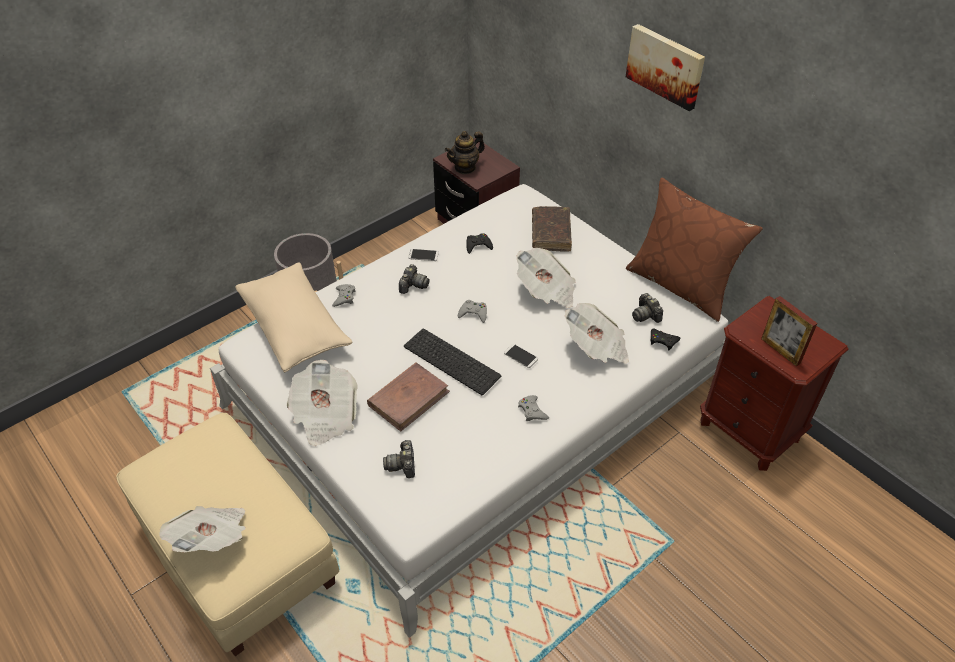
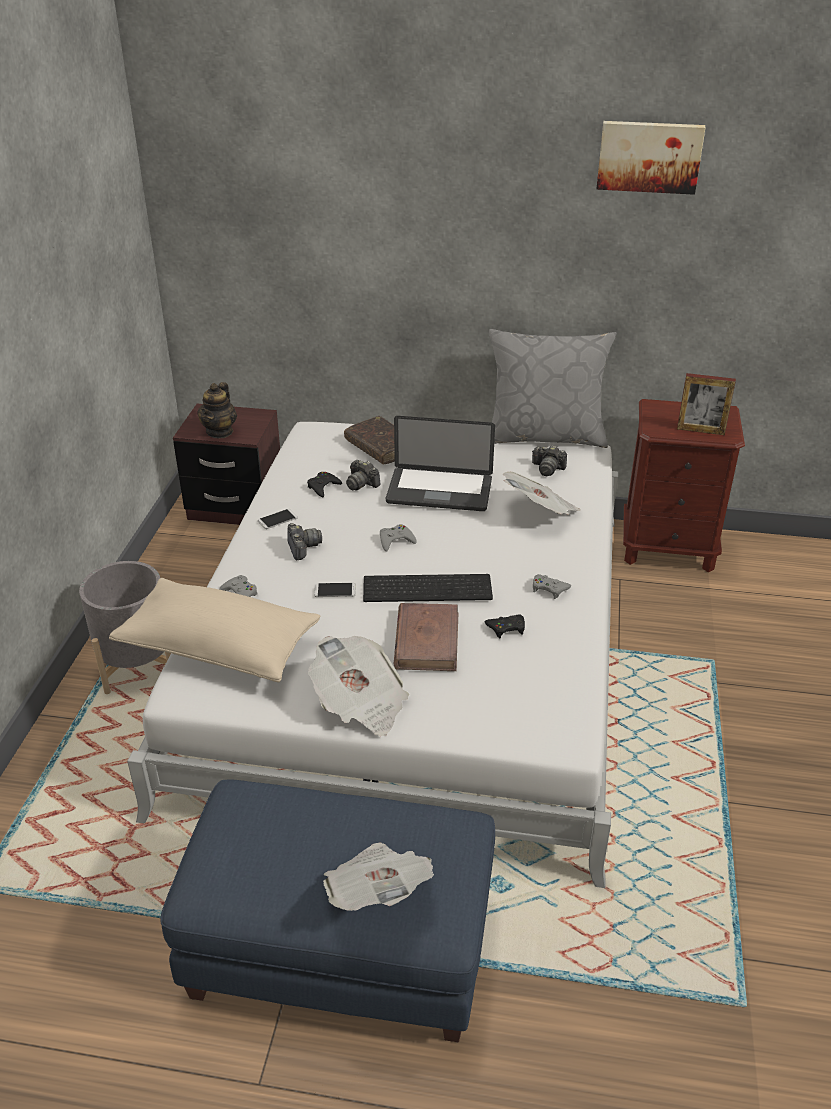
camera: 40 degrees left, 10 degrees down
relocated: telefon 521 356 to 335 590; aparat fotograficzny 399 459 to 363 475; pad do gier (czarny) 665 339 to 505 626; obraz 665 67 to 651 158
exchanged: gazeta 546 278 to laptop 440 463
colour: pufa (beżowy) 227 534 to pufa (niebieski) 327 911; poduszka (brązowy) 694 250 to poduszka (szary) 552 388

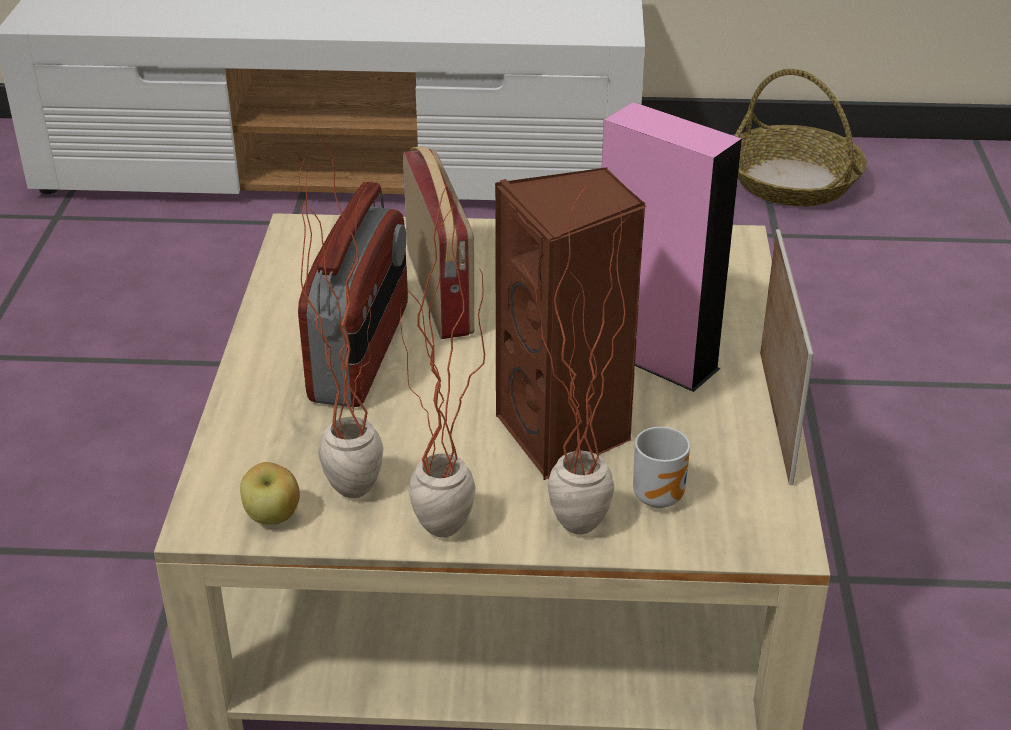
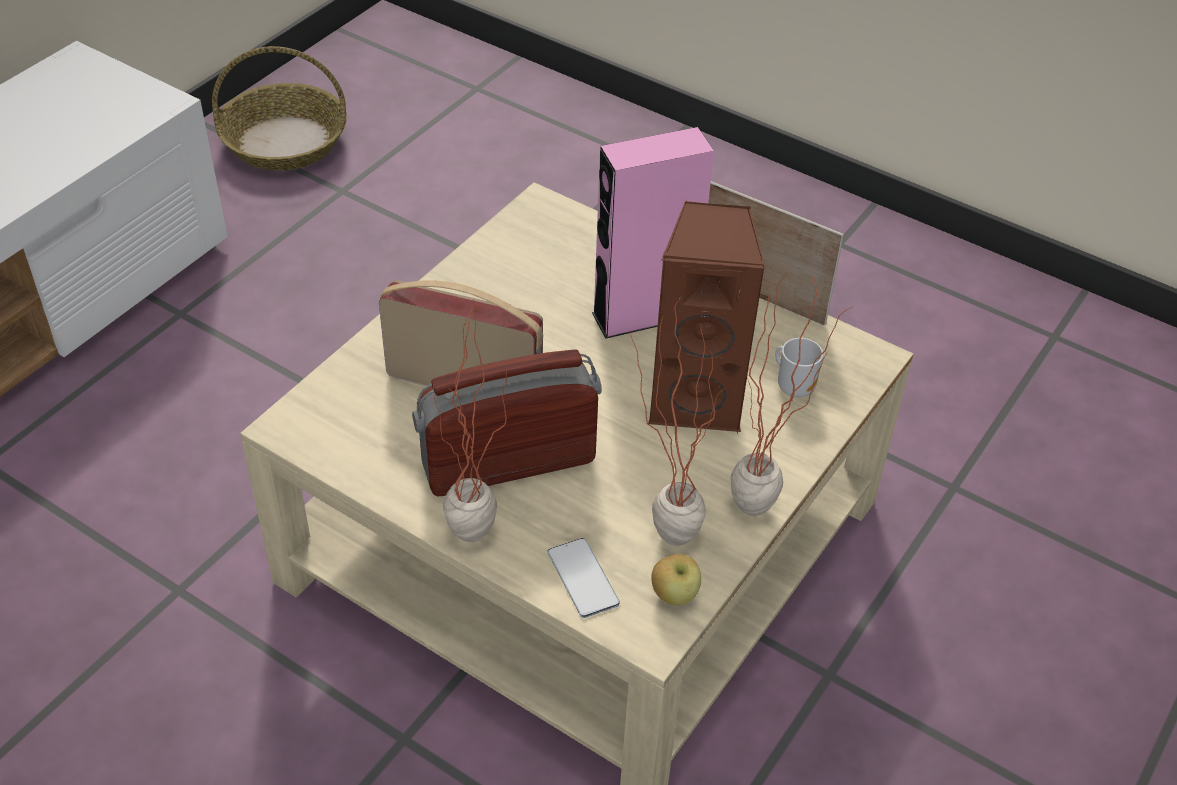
camera: 60 degrees left, 10 degrees up
appeared: telefon 584 578
relocated: roślina doniczkowa 576 359 to 470 421
spun: radio 353 294 = 507 422 60 degrees counterclockwise

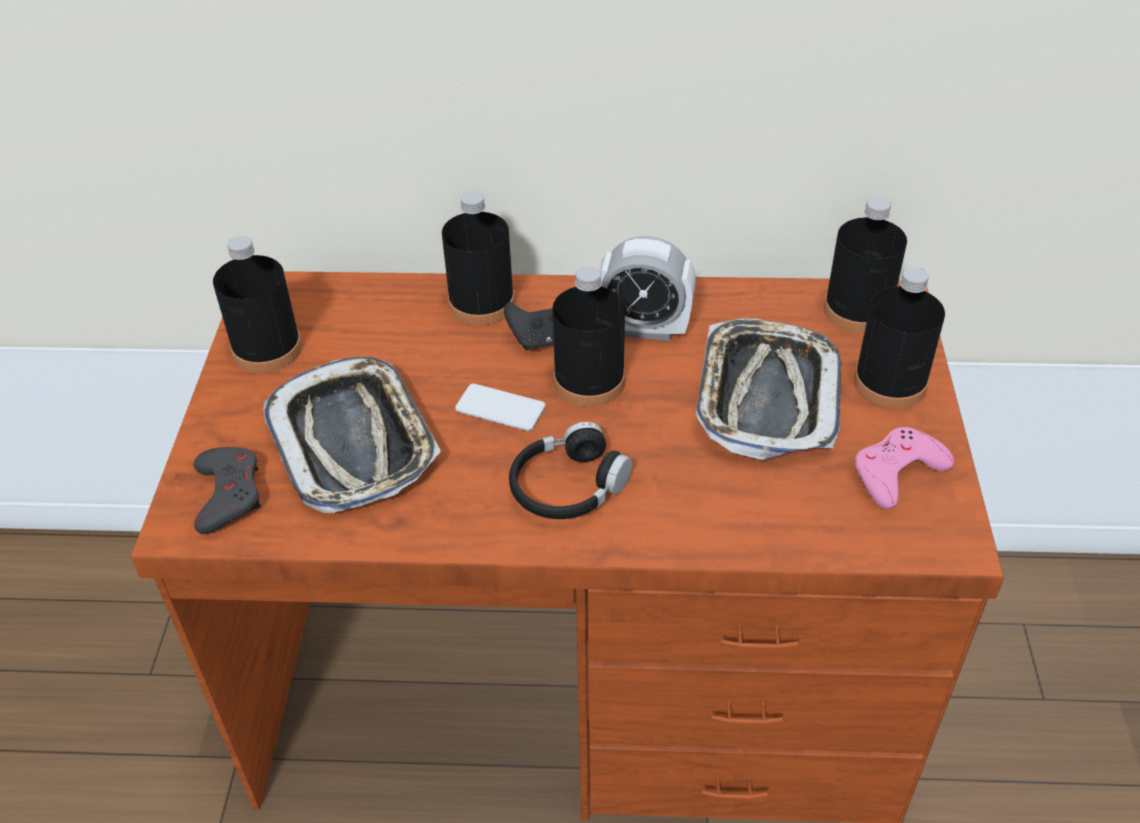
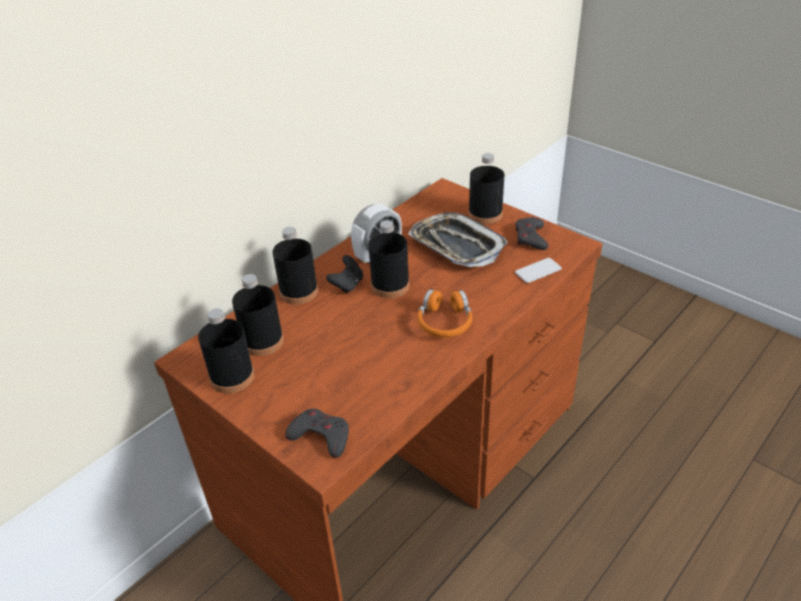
camera: 50 degrees left, 5 degrees down
missing: taca 352 435
relocated: butelka (czarny) 865 265 to 258 315; telefon 500 407 to 538 270
colour: słuchawki (czarny) 570 470 to słuchawki (pomarańczowy) 444 313; pad do gier (różowy) 904 468 to pad do gier (szary) 532 233

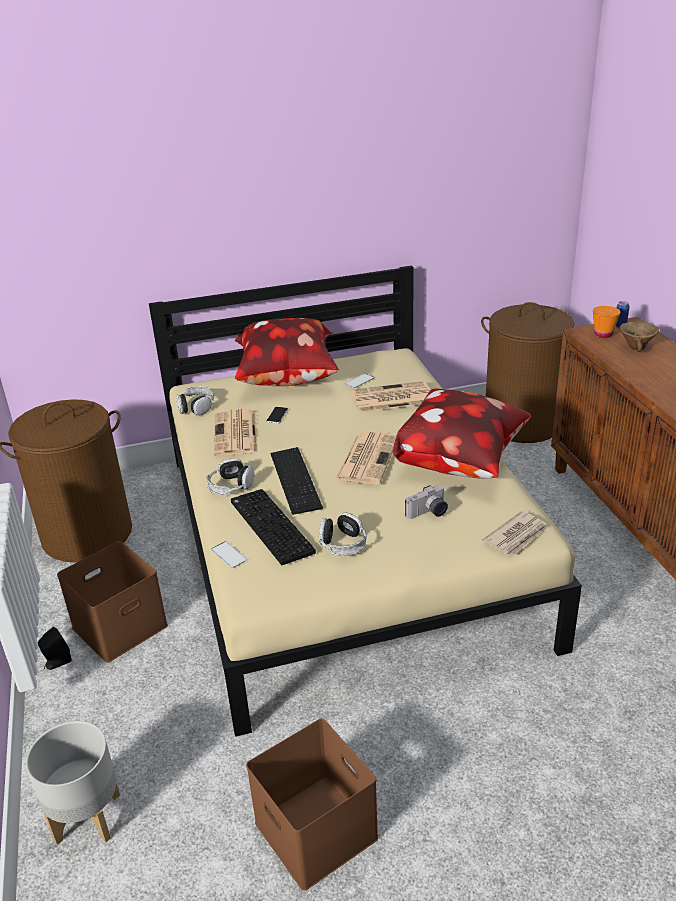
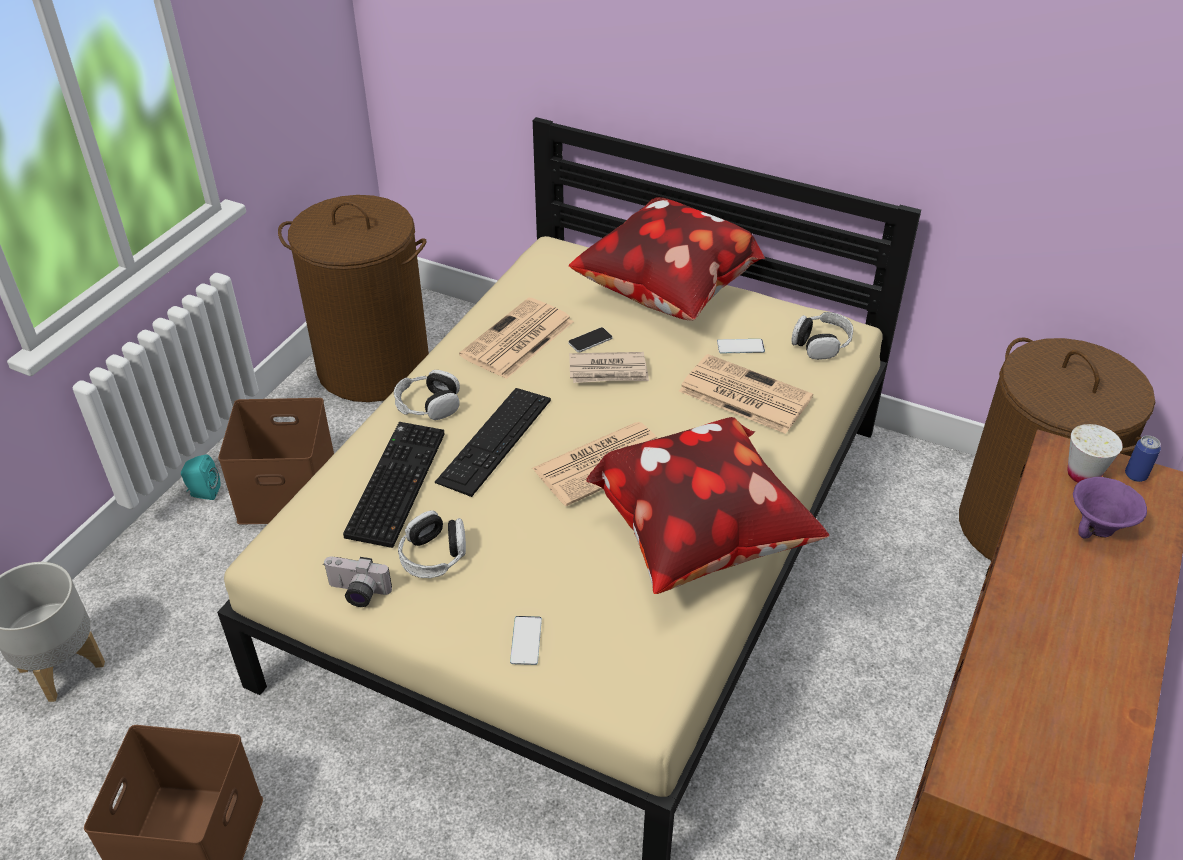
camera: 40 degrees right, 10 degrees up
relocated: aparat fotograficzny 426 502 to 358 582; telefon 229 554 to 526 640; gazeta 515 533 to 609 367; słuchawki 195 401 to 822 336
colour: głośnik (czarny) 55 648 to głośnik (turkusowy) 200 477; filiżanka (pomarańczowy) 606 322 to filiżanka (biały) 1095 453; miska (brązowy) 639 337 to miska (fioletowy) 1110 508

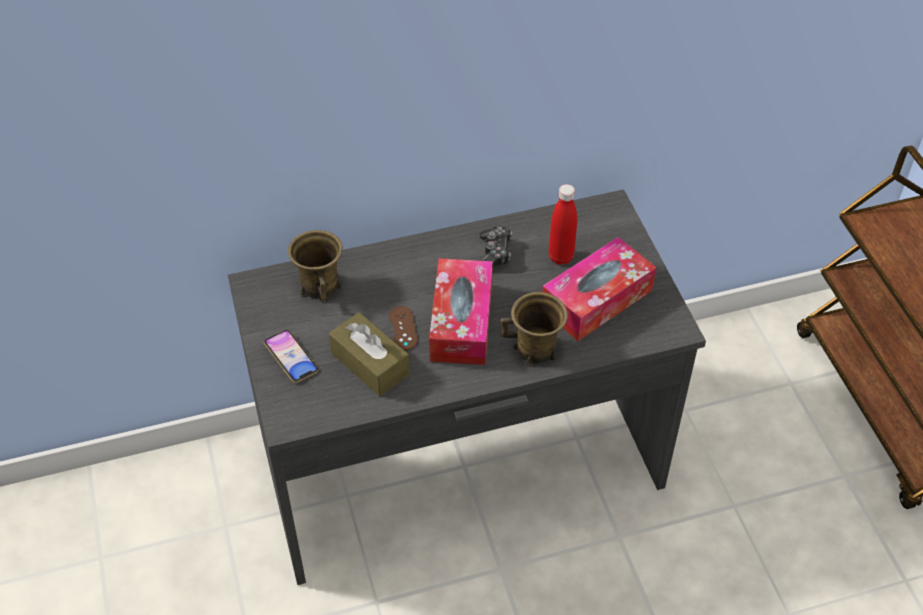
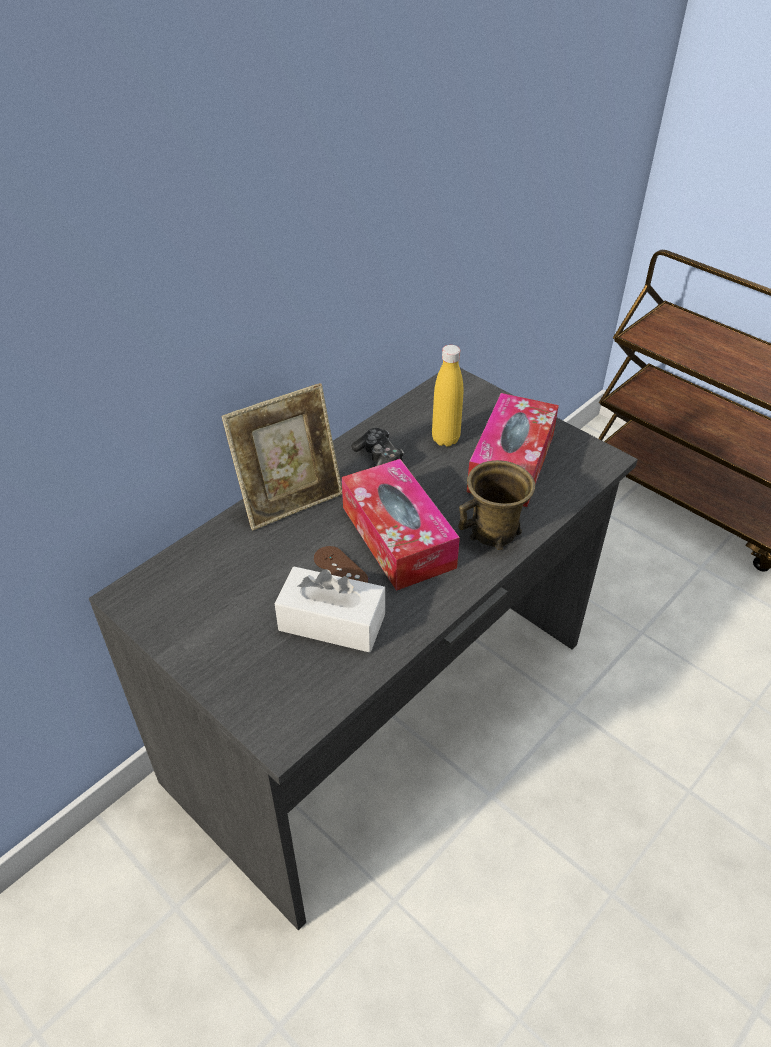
camera: 30 degrees left, 5 degrees down
missing: telefon 291 356; kubek (brązowy) 315 266
appeared: ramka na zdjęcie 281 456
colour: pudełko chusteczek (brązowy) 369 354 to pudełko chusteczek (biały) 330 609; butelka (czerwony) 563 224 to butelka (żółty) 447 396

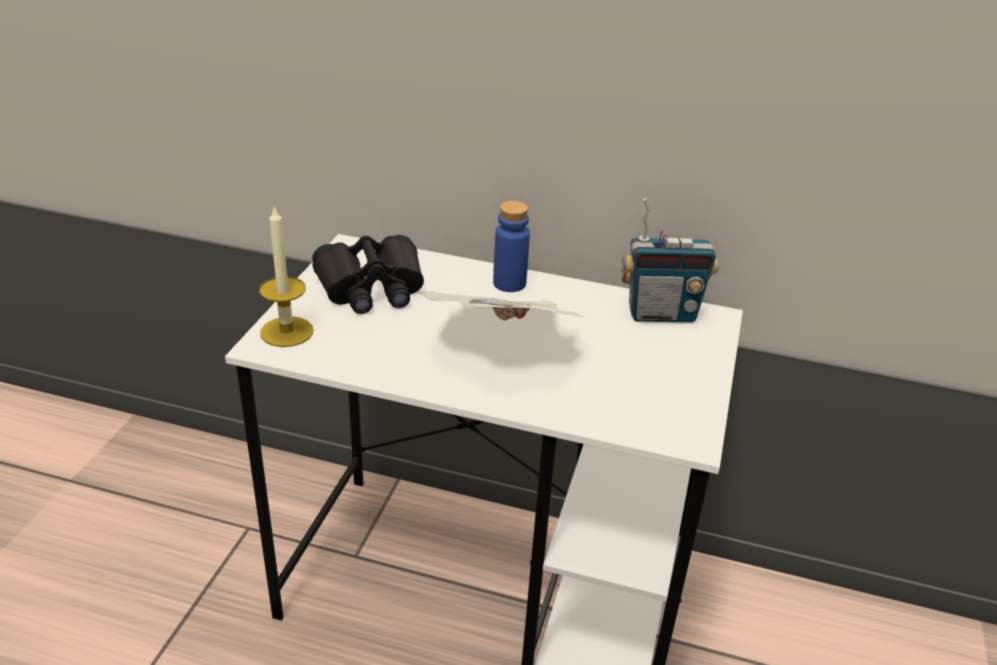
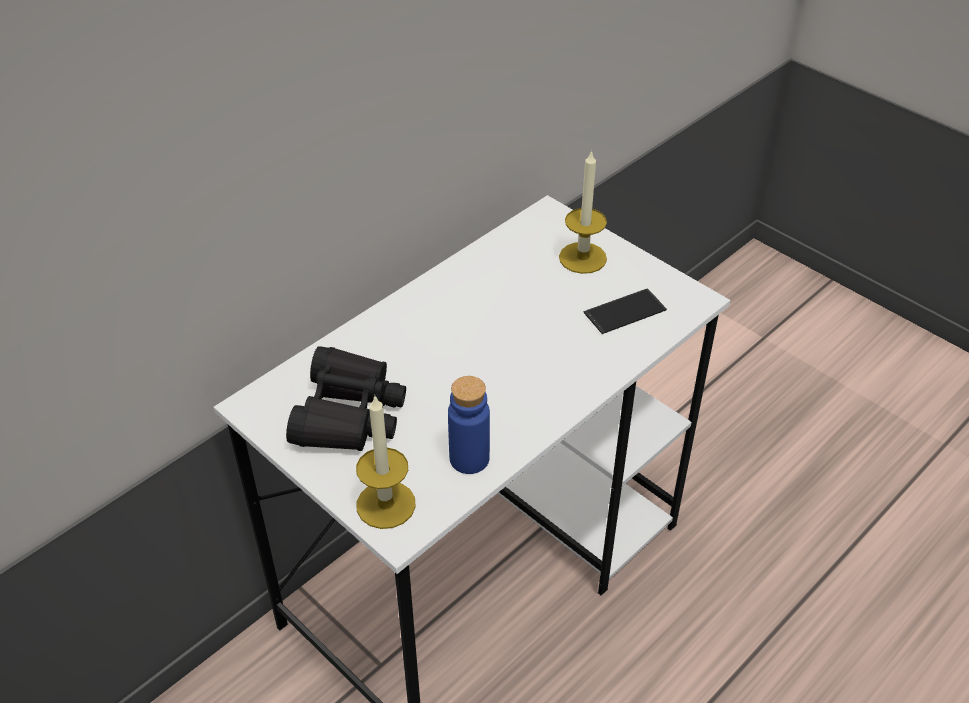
camera: 60 degrees left, 10 degrees up
missing: gazeta 502 305; radio 670 260
appeared: świeca 583 212; telefon 625 311
relocated: butelka (niebieski) 511 246 to 469 425

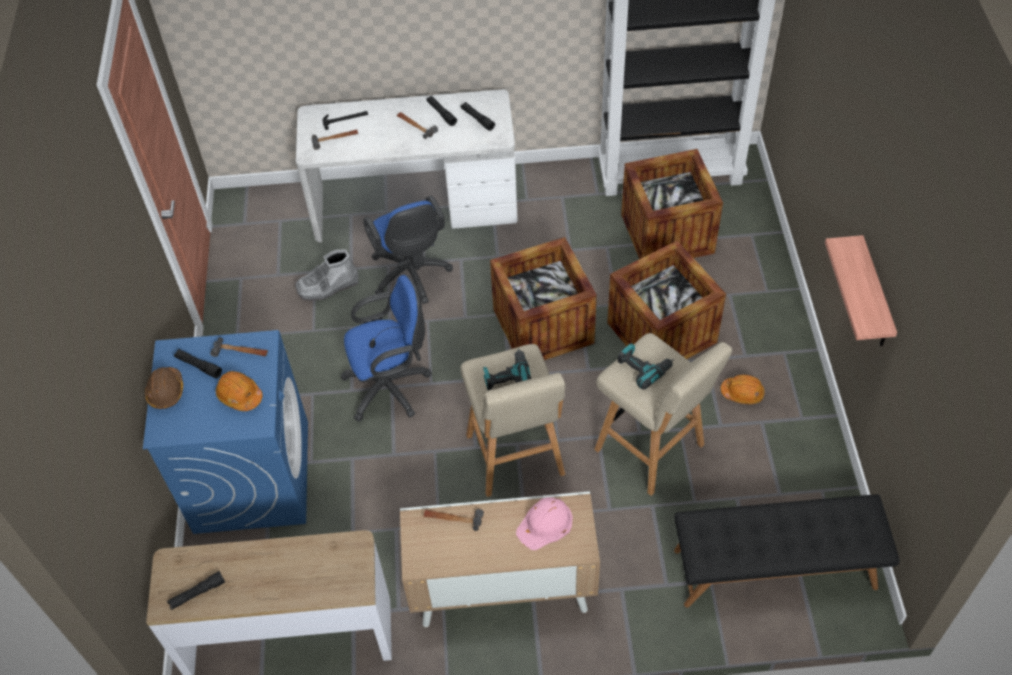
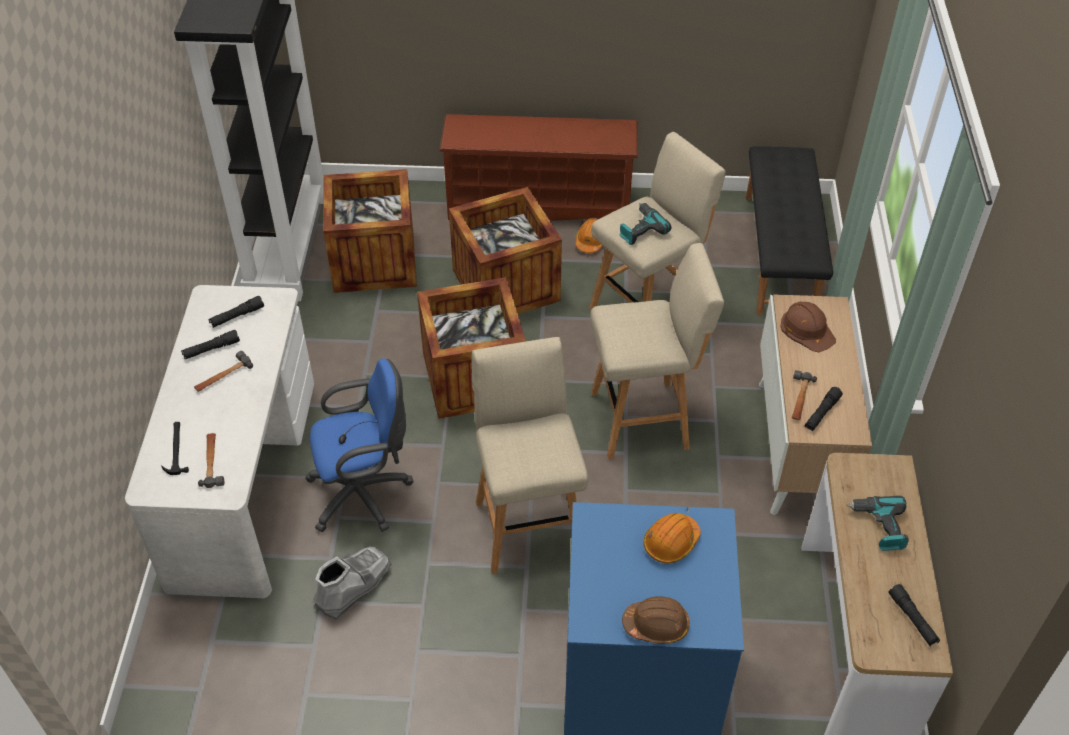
camera: 85 degrees left, 5 degrees down
missing: młotek 239 347; półka 861 290
appeared: regał na buty (brązowy) 538 167
relocated: latarka (czarny) 198 363 to 824 409; wiertarka 507 369 to 877 523
exchanged: krzesło biurowe (niebieski) 386 348 to stołek (beżowy) 530 455
colour: kask (różowy) 544 523 to kask (brązowy) 808 326
spun: but z cholewką (szary) 327 275 = 352 583 120 degrees counterclockwise

